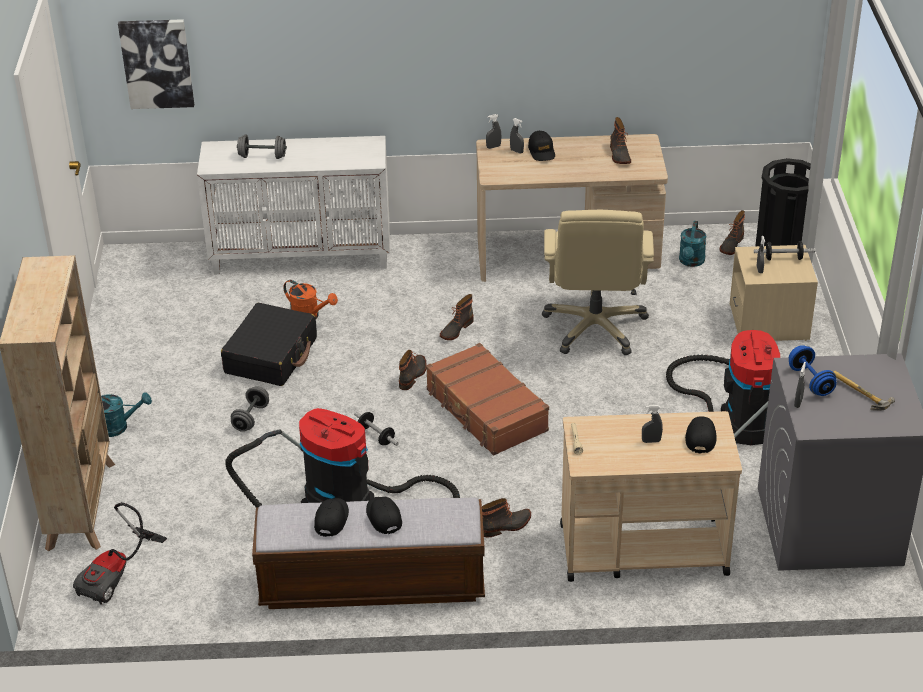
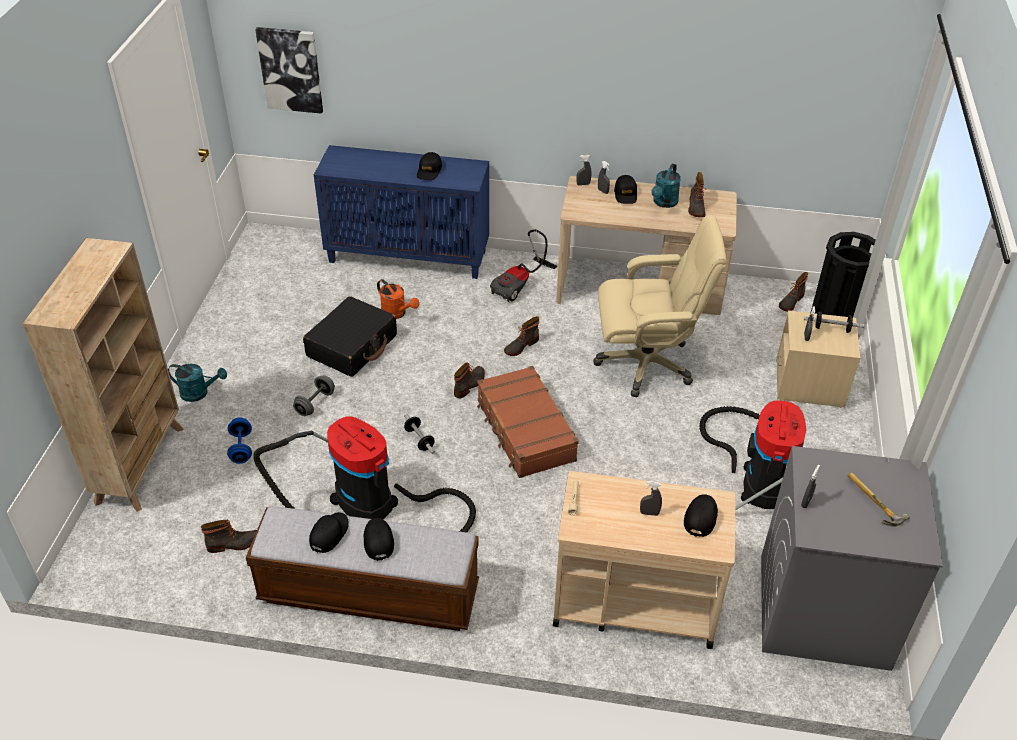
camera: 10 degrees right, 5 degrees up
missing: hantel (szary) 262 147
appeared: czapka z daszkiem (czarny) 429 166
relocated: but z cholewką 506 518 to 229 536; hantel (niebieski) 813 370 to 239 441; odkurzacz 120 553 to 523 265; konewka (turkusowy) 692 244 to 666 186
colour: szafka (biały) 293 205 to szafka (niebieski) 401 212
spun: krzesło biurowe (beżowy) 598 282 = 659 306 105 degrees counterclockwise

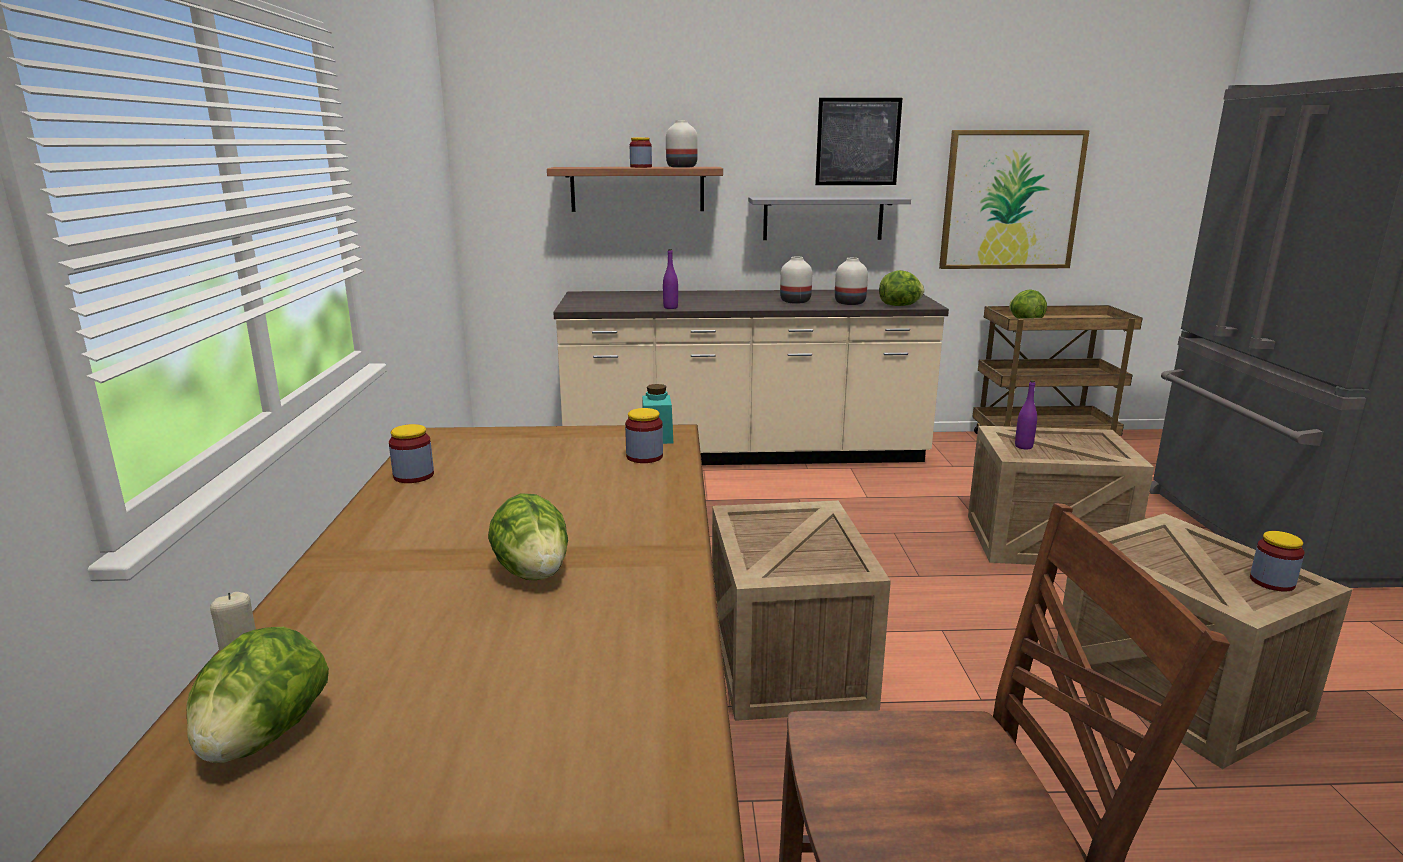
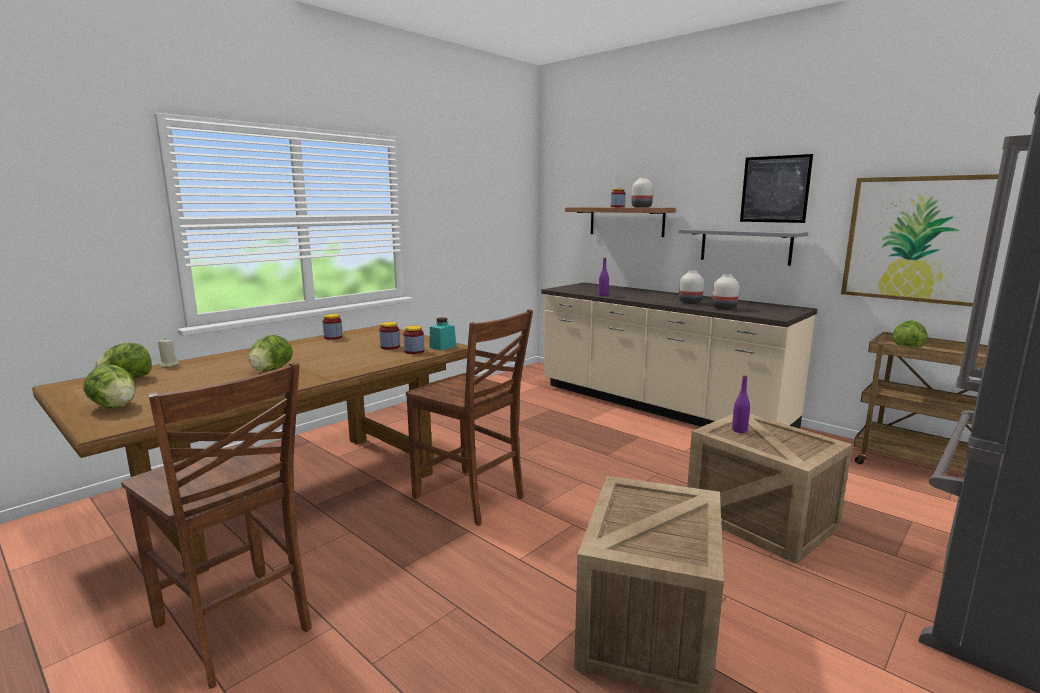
camera: 45 degrees right, 5 degrees down
relocated: sałata 901 288 to 109 386; słoik 1277 561 to 389 336
exchanged: skrzynka 801 610 to krzesło (brązowy) 469 417

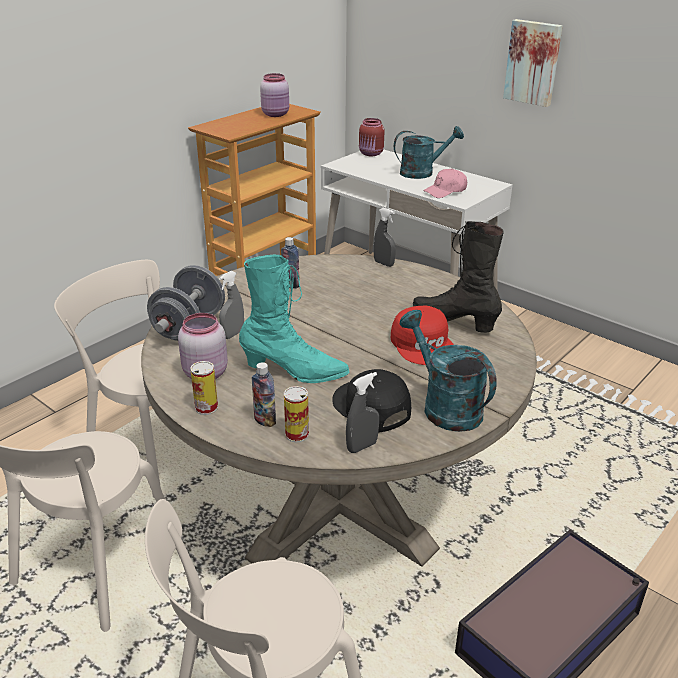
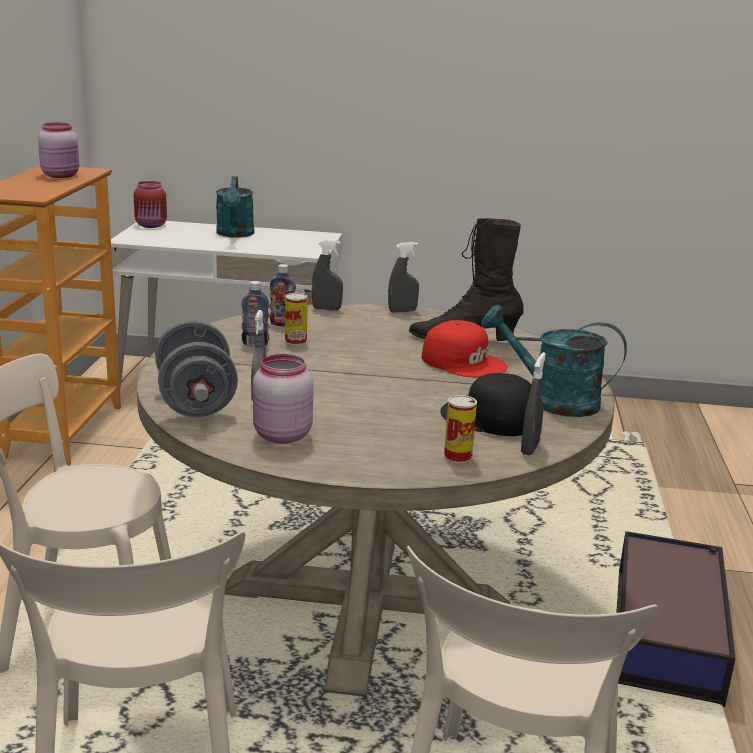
camera: 35 degrees left, 10 degrees down
missing: but z cholewką (turkusowy) 294 319; czapka z daszkiem (różowy) 445 183; obraz 533 63
appeared: spryskiwacz (szary) 403 277
relocated: butelka 264 394 to 283 295; puszka 204 388 to 296 319
spun: konewka (turkusowy) 429 152 = 235 207 135 degrees clockwise

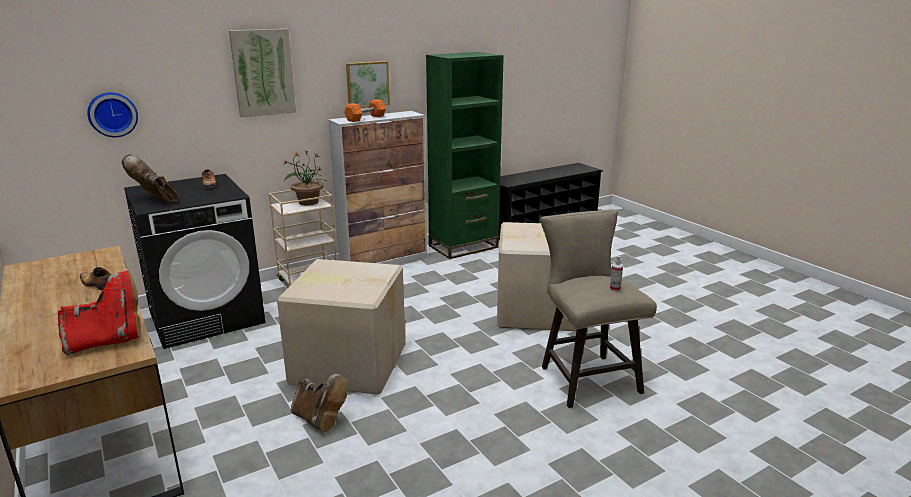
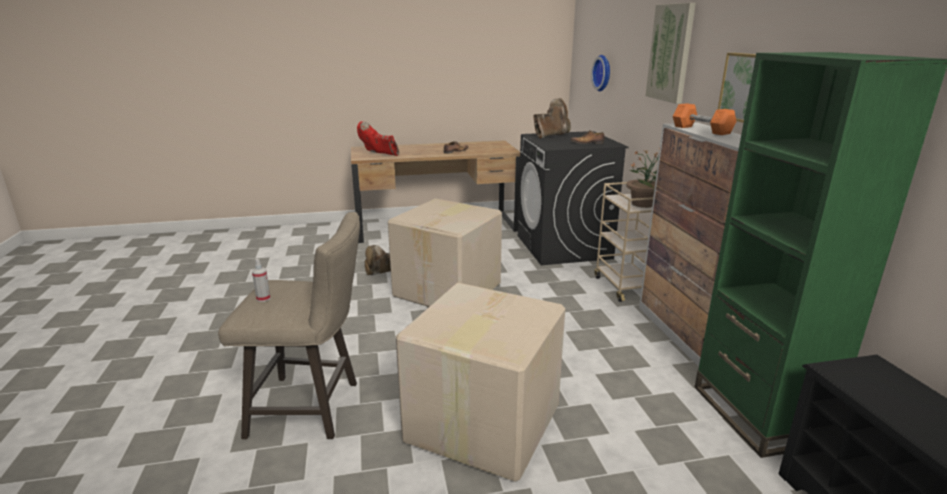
camera: 110 degrees right, 0 degrees up
spun: but z cholewką (czerwony) 99 313 = 378 138 120 degrees clockwise

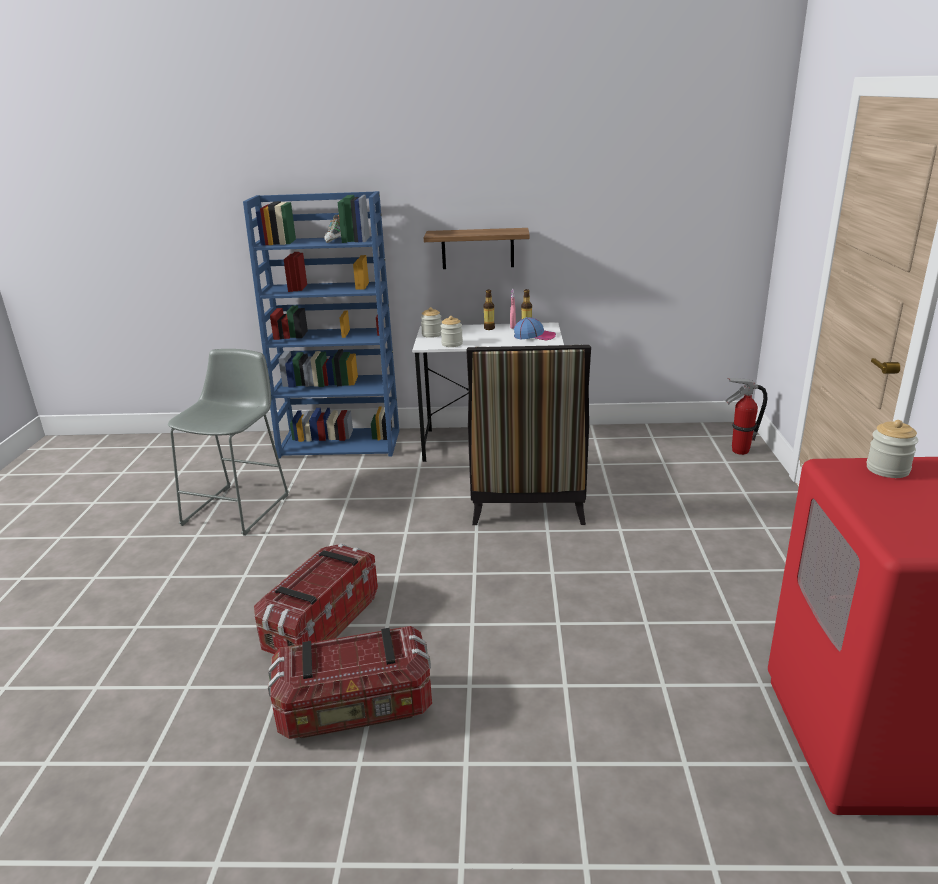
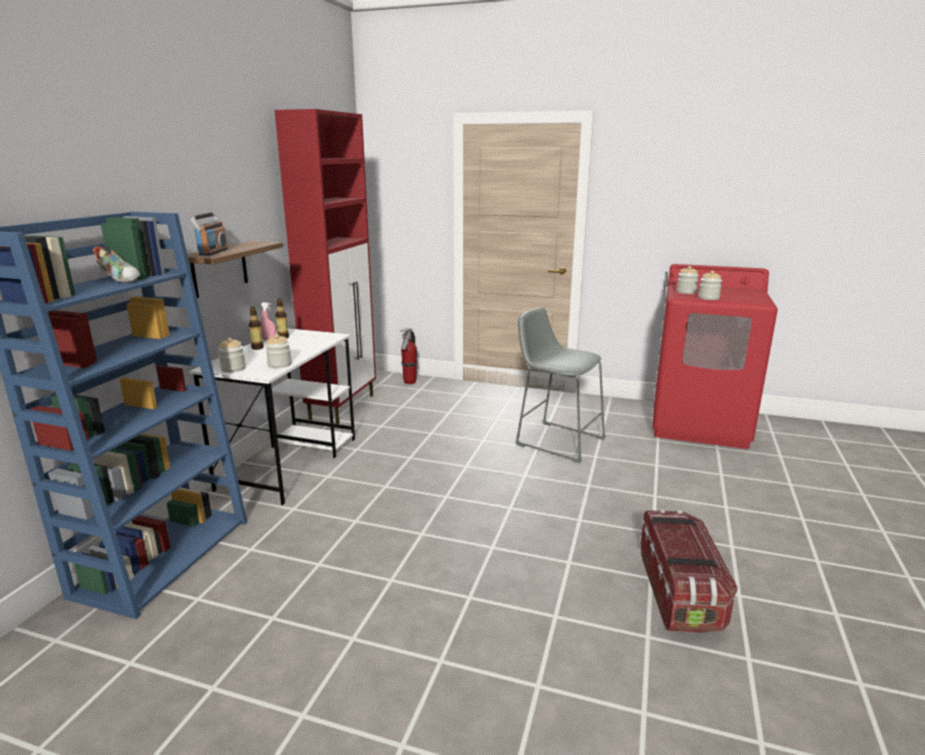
camera: 75 degrees left, 5 degrees down
missing: pojemnik do przechowywania 316 599; krzesło 528 435; czapka z daszkiem 535 328
appeared: radio 209 234; szafka (czerwony) 325 266; słoik 710 285
relocated: stołek (szary) 228 442 to 560 385

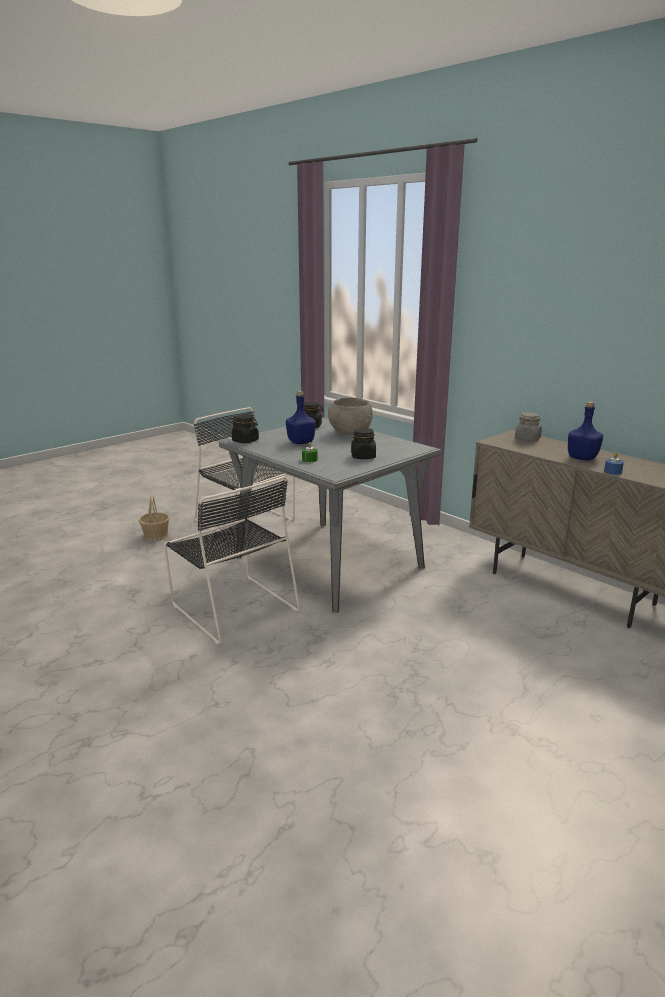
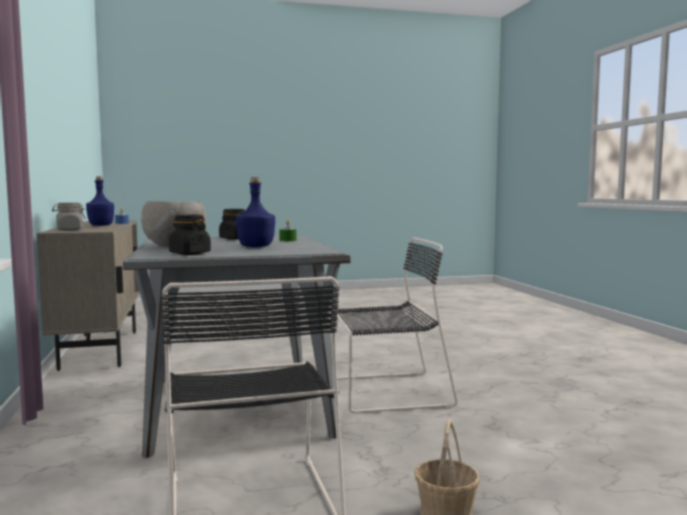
camera: 150 degrees left, 15 degrees down
missing: słoik (czarny) 245 428
spun: krzesło (czarny) 232 560 = 397 325 90 degrees clockwise

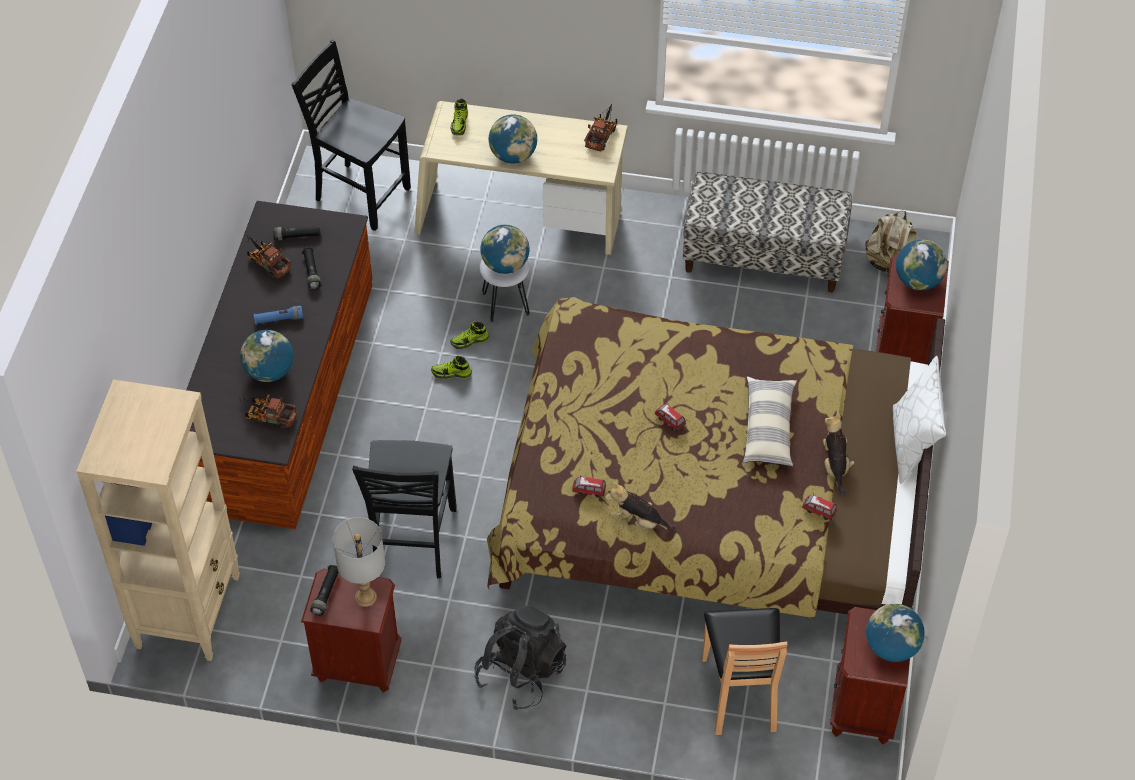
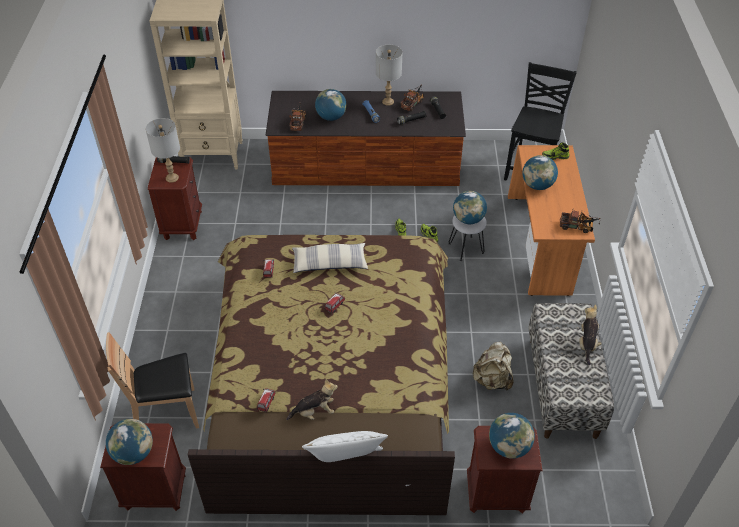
camera: 80 degrees right, 5 degrees down
missing: krzesło (czarny) 404 509; plecak (czarny) 520 658
appeared: lampa stołowa (szary) 389 75
relocated: poduszka 770 421 to 330 258; plecak (beżowy) 891 243 to 492 366; pluszak 640 506 to 590 334
colour: biurko (beżowy) 521 178 to biurko (pomarańczowy) 551 220

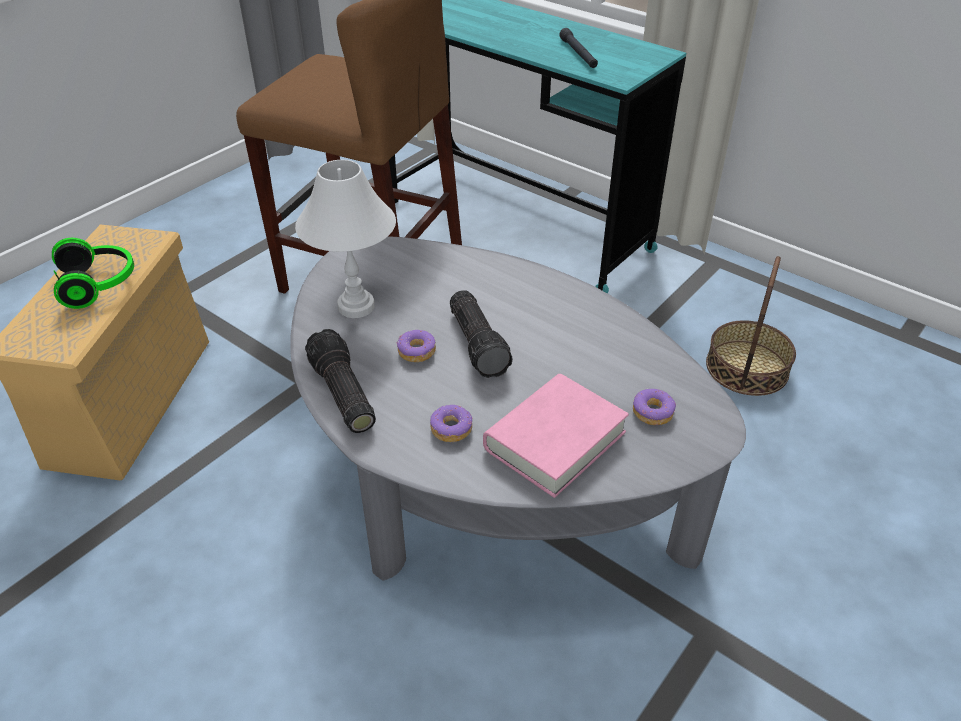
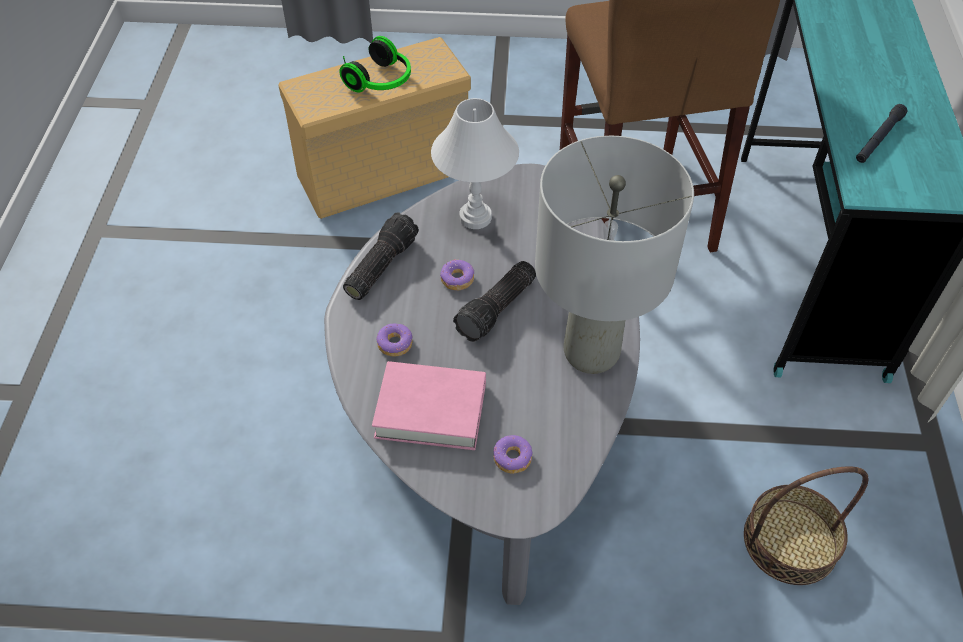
camera: 55 degrees right, 10 degrees up
appeared: lampa stołowa (szary) 614 255

